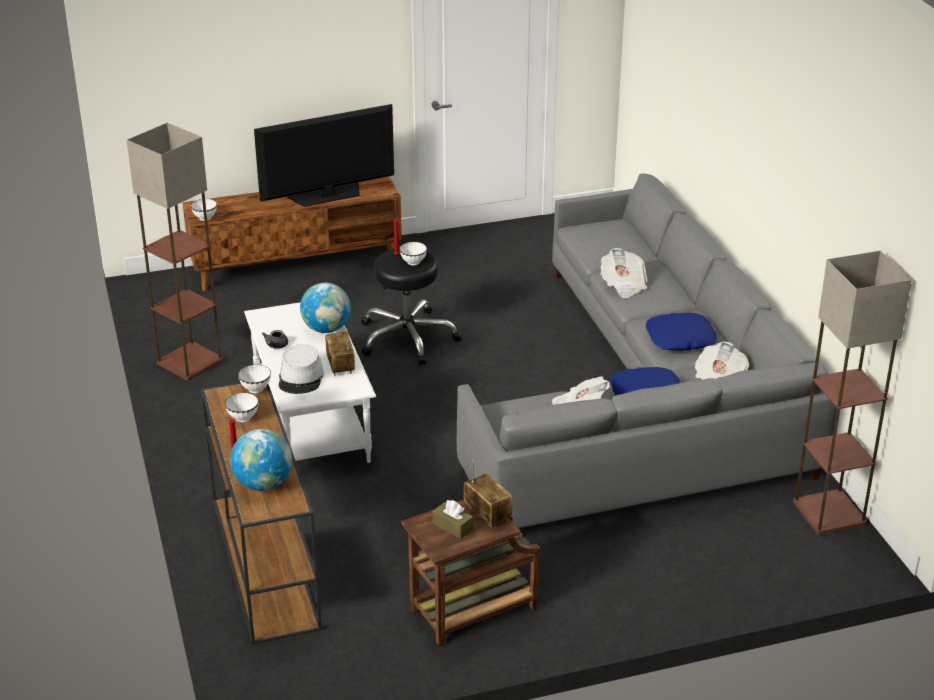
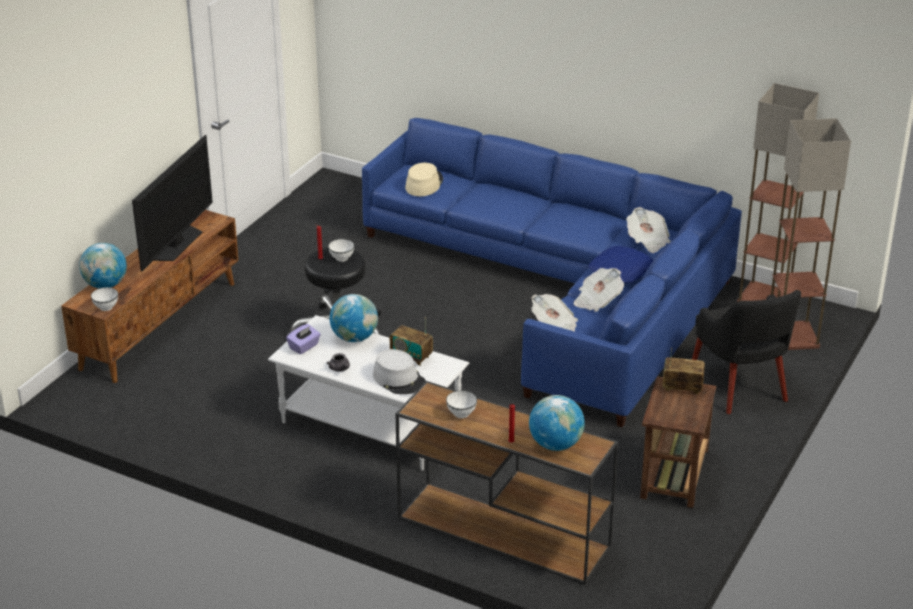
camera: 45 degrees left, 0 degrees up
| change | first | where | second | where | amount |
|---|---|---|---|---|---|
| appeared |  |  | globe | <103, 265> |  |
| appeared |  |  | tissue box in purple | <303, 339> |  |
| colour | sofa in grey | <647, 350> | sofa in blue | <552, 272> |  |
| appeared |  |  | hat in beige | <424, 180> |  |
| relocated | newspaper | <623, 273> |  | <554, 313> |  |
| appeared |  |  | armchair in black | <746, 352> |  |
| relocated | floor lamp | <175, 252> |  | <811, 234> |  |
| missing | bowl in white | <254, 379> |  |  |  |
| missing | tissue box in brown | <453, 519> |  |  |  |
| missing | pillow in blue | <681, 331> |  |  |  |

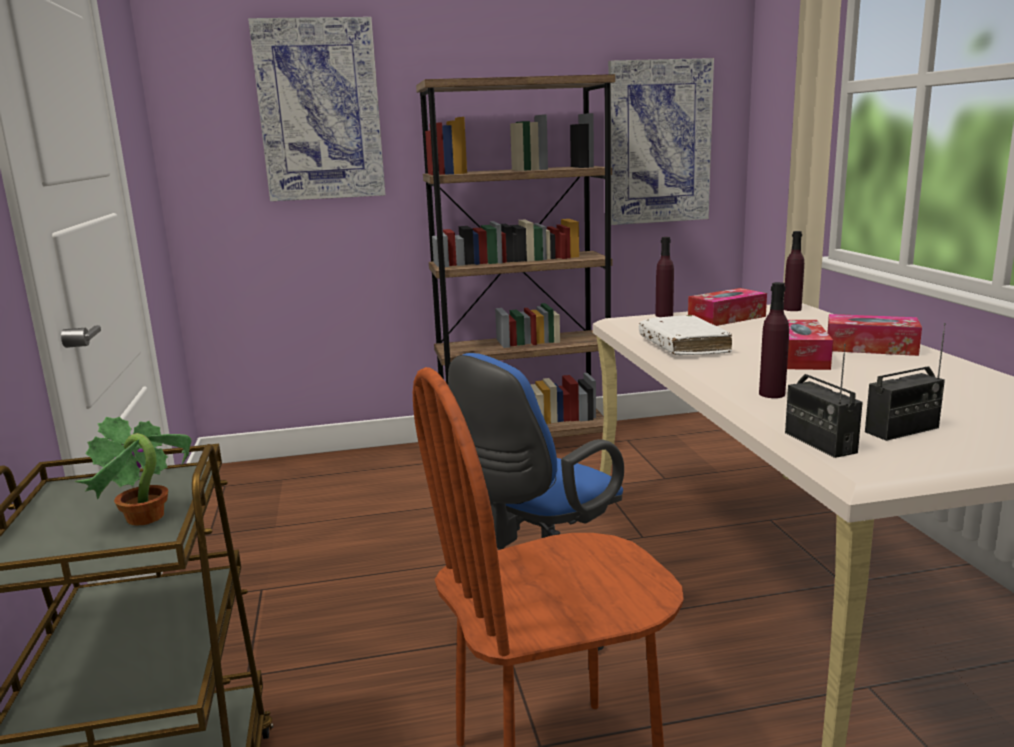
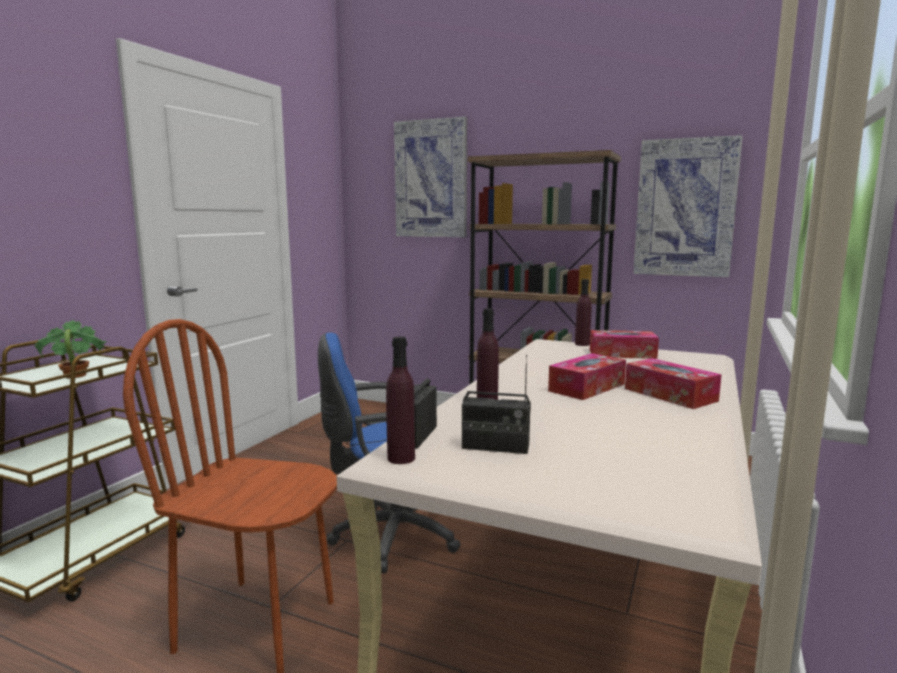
camera: 35 degrees right, 5 degrees down
| change | first | where | second | where | amount |
|---|---|---|---|---|---|
| relocated | bottle in purple | <794, 271> |  | <400, 400> |  |
| missing | book in white | <685, 335> |  |  |  |

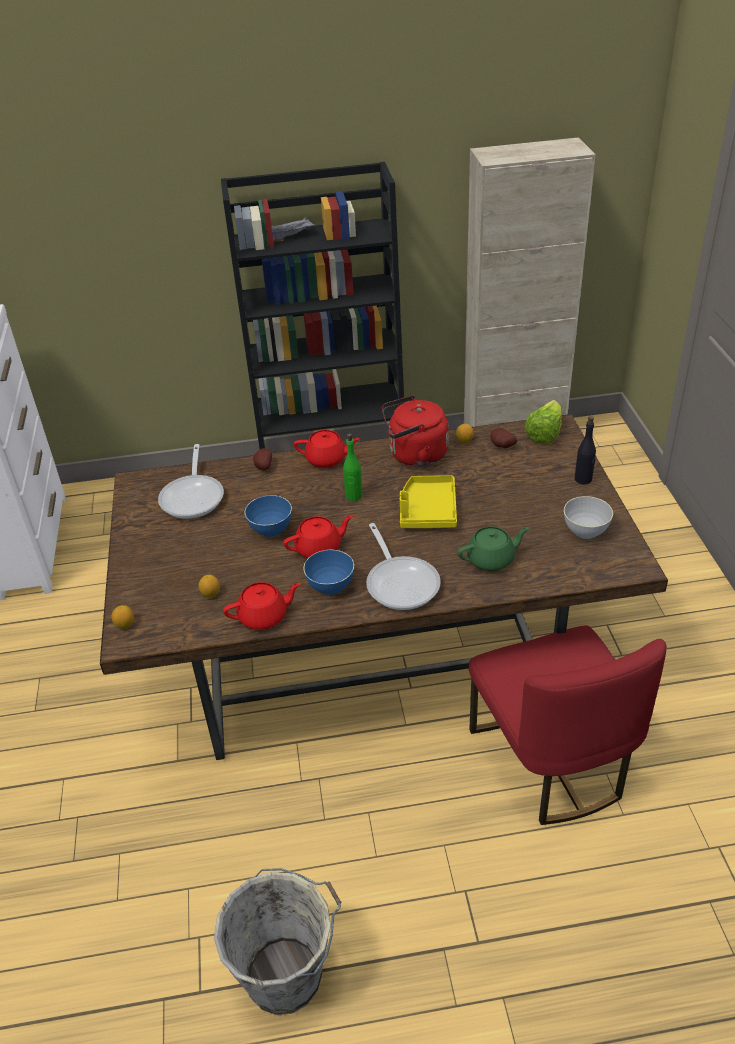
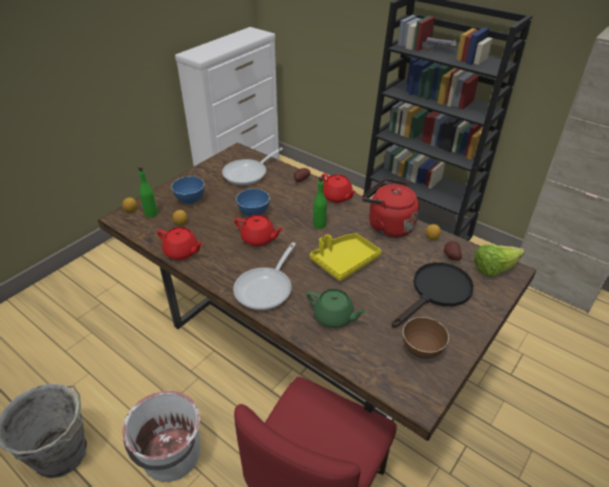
camera: 45 degrees right, 0 degrees up
| change | first | where | second | where | amount |
|---|---|---|---|---|---|
| appeared |  |  | bucket in white | <161, 436> |  |
| appeared |  |  | bottle in green | <148, 192> |  |
| relocated | bowl in blue | <328, 572> |  | <187, 190> |  |
| appeared |  |  | frying pan in black | <433, 295> |  |
| colour | bowl in grey | <588, 517> | bowl in brown | <426, 338> |  |
| missing | bottle in black | <585, 450> |  |  |  |

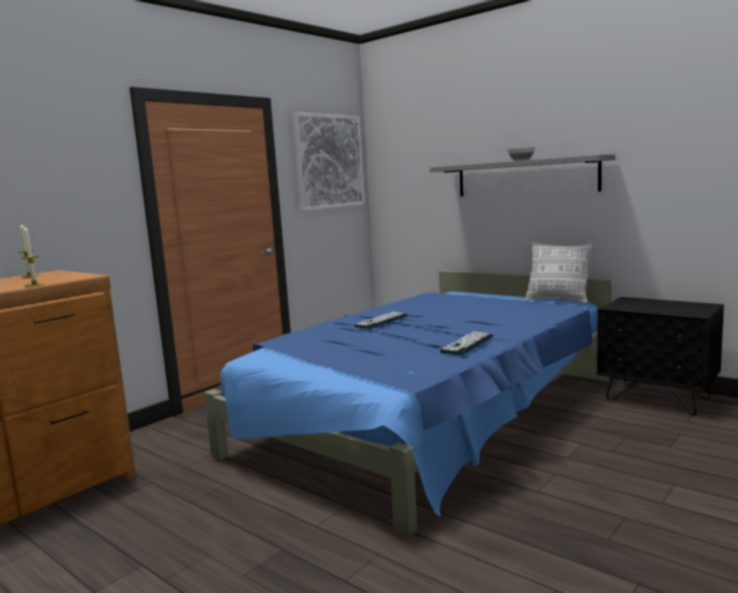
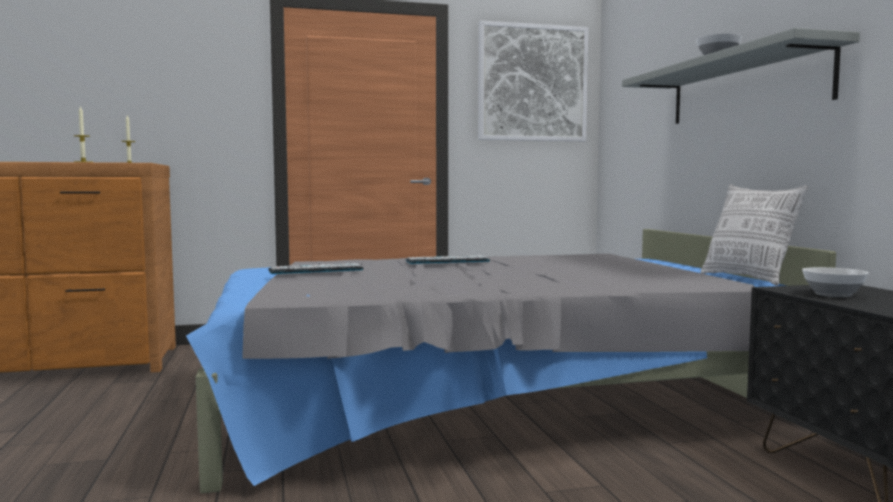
camera: 35 degrees right, 5 degrees down
| change | first | where | second | where | amount |
|---|---|---|---|---|---|
| colour | bed in blue | <407, 404> | bed in grey | <511, 361> |  |
| relocated | keyboard | <466, 343> |  | <316, 268> |  |
| appeared |  |  | bowl | <835, 282> |  |

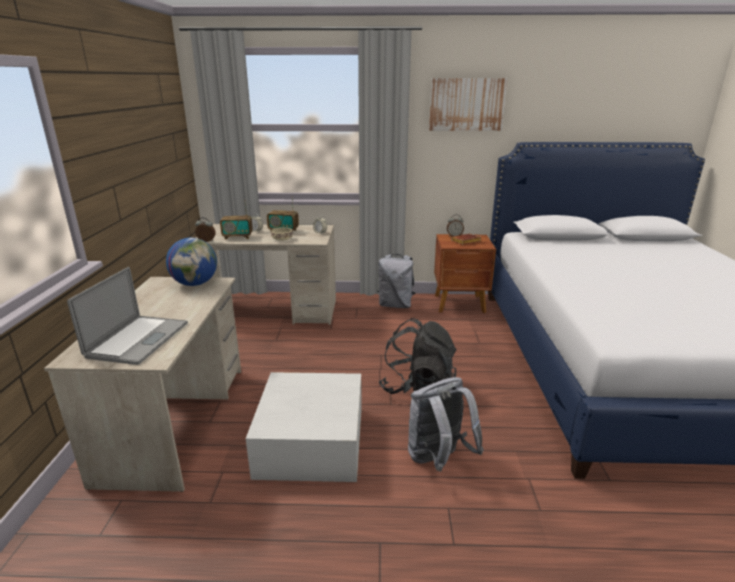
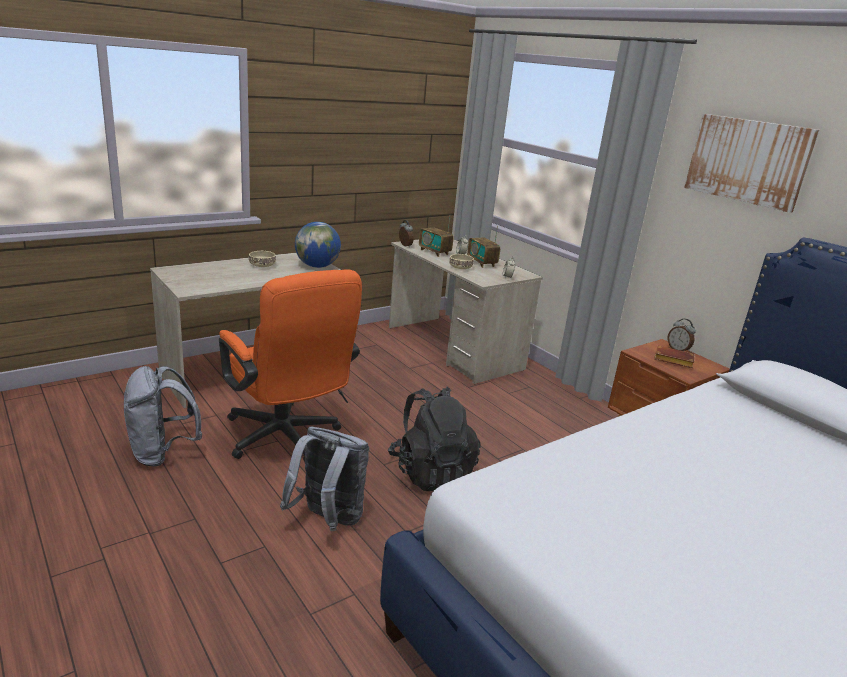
camera: 50 degrees right, 0 degrees up
| change | first | where | second | where | amount |
|---|---|---|---|---|---|
| relocated | backpack in grey | <396, 281> |  | <163, 416> |  |
| exchanged | storage box in white | <304, 427> | office chair in orange | <290, 366> |  |
| appeared |  |  | bowl in beige | <262, 259> |  |
| missing | laptop | <127, 316> |  |  |  |

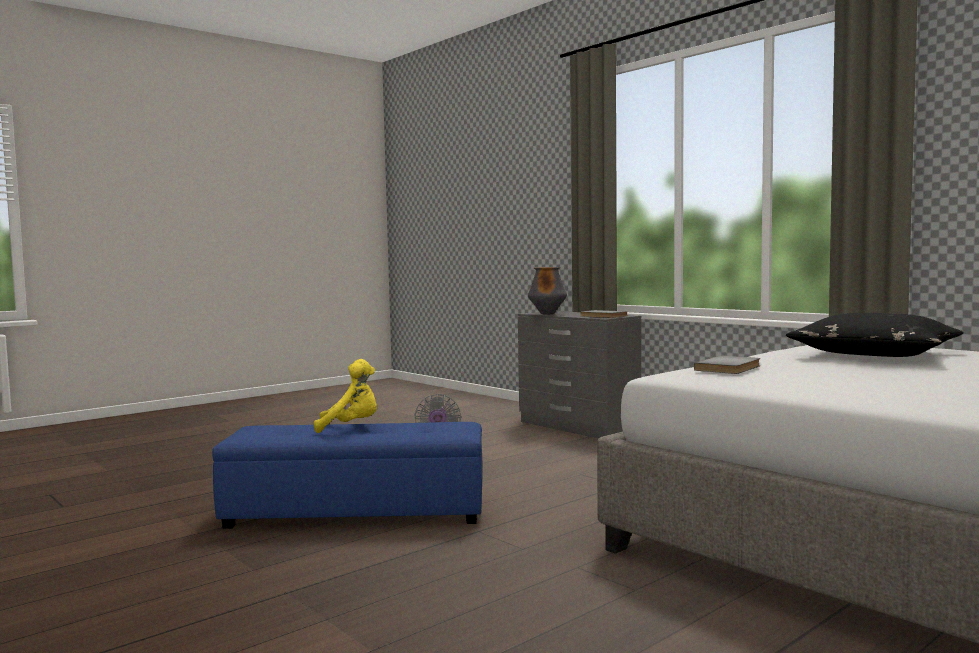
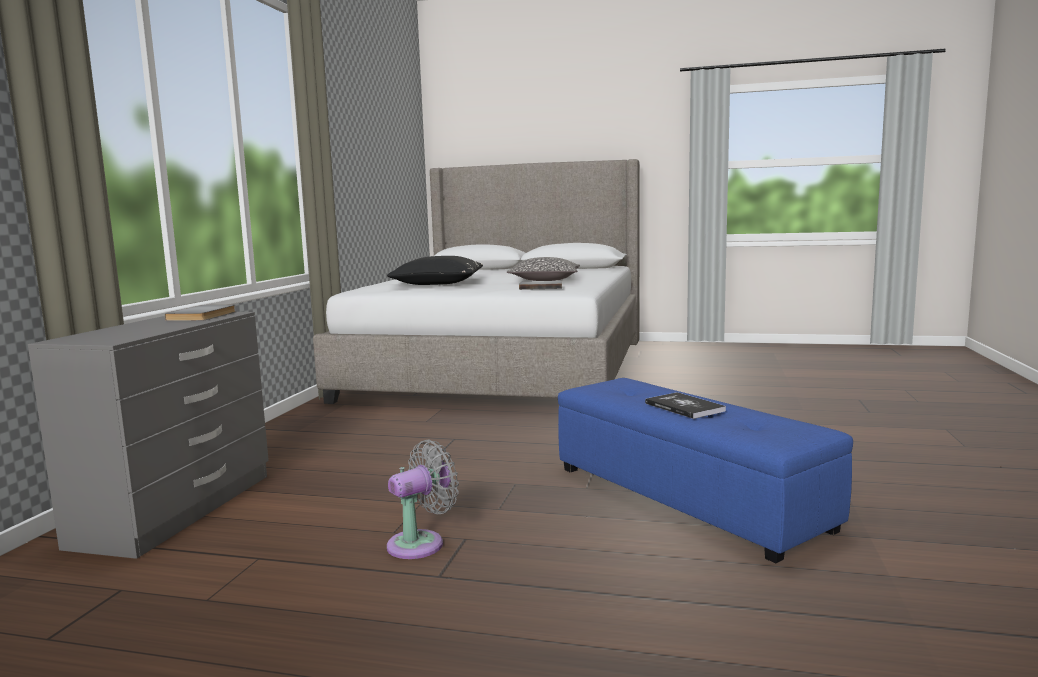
camera: 125 degrees left, 5 degrees up
| change | first | where | second | where | amount |
|---|---|---|---|---|---|
| appeared |  |  | pillow | <543, 269> |  |
| exchanged | plush toy in yellow | <345, 396> | book | <685, 405> |  |
| missing | vase | <547, 290> |  |  |  |

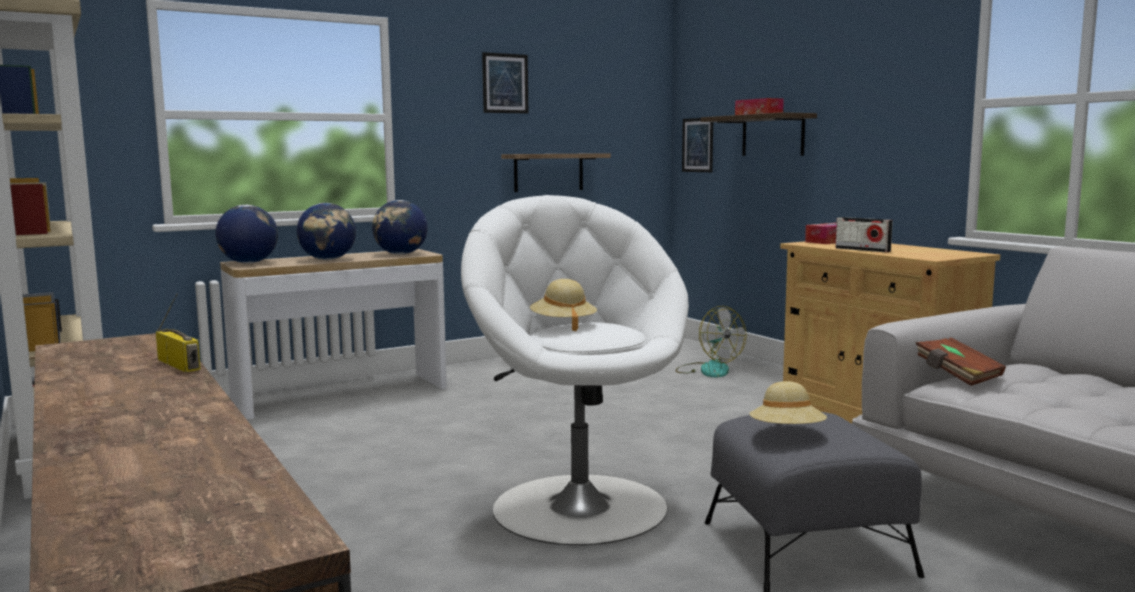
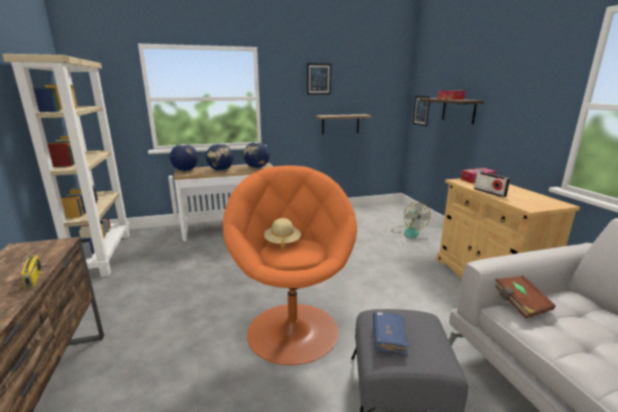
camera: 15 degrees right, 10 degrees up
| change | first | where | second | where | amount |
|---|---|---|---|---|---|
| colour | armchair in white | <575, 370> | armchair in orange | <290, 265> |  |
| exchanged | hat in beige | <788, 402> | book in blue | <391, 334> |  |

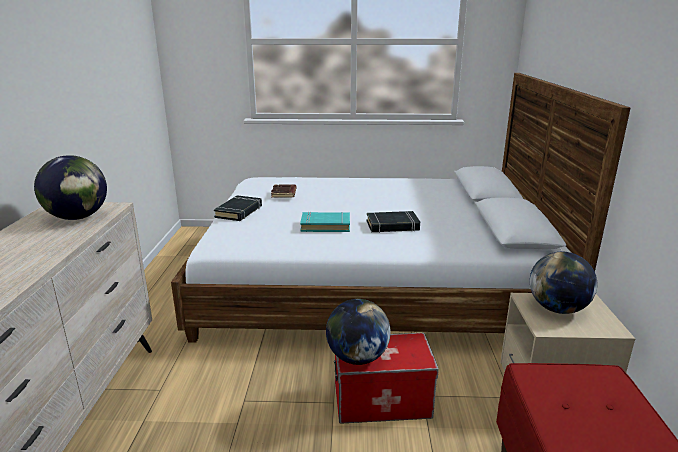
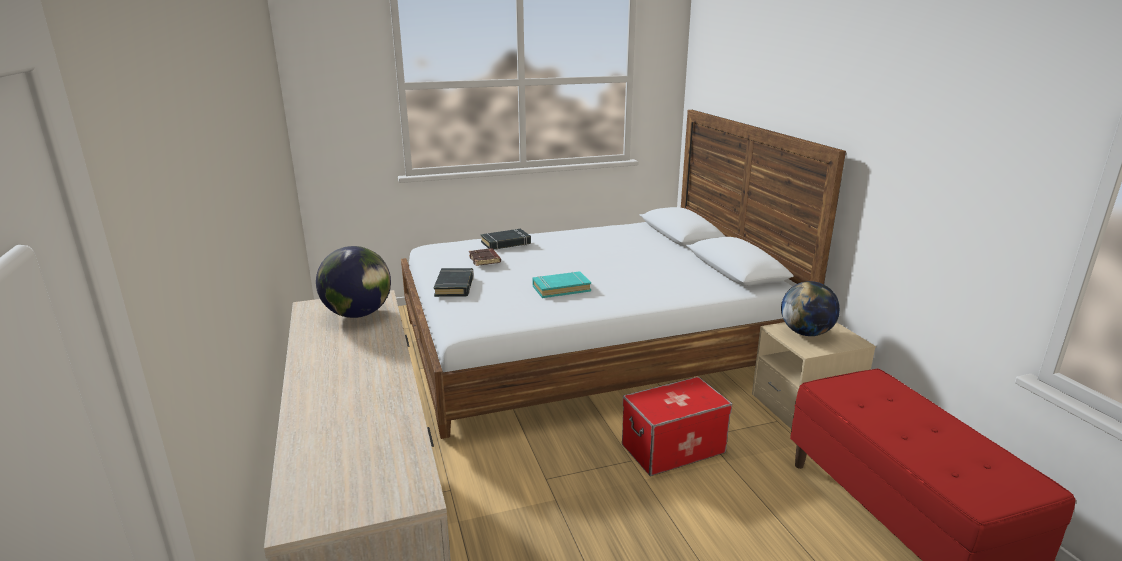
camera: 20 degrees left, 0 degrees up
| change | first | where | second | where | amount |
|---|---|---|---|---|---|
| relocated | book in black | <393, 222> |  | <506, 239> |  |
| missing | globe | <358, 332> |  |  |  |

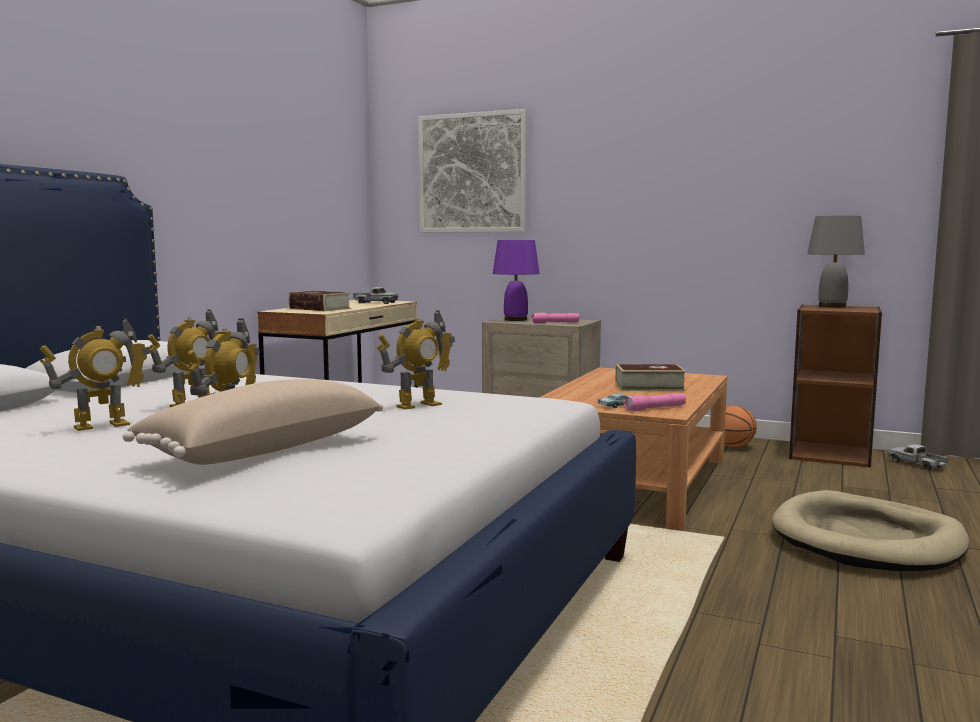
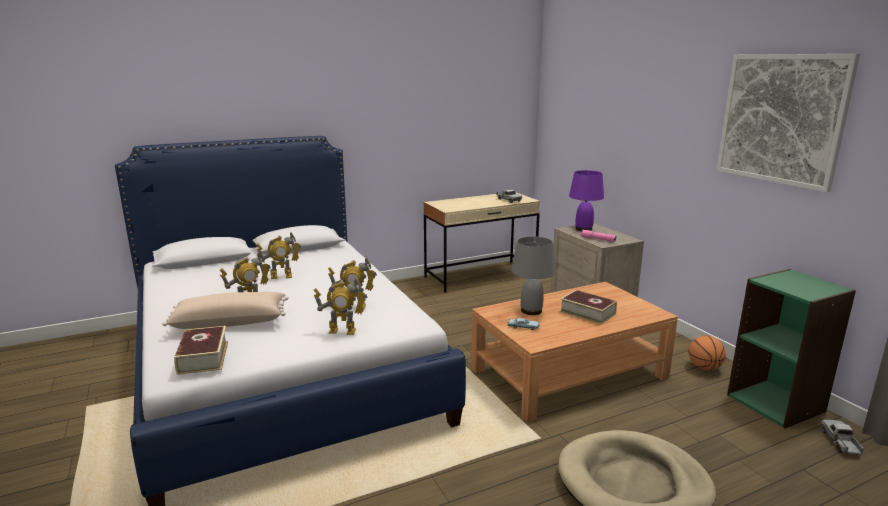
camera: 40 degrees right, 10 degrees up
| change | first | where | second | where | amount |
|---|---|---|---|---|---|
| relocated | book | <320, 301> |  | <201, 350> |  |
| relocated | toy robot | <95, 374> |  | <340, 306> |  |
| relocated | table lamp in grey | <836, 262> |  | <533, 275> |  |
| relocated | picture | <472, 170> |  | <788, 123> |  |
| colour | bookcase in brown | <835, 386> | bookcase in green | <791, 349> |  |
| missing | flashlight in pink | <654, 402> |  |  |  |

